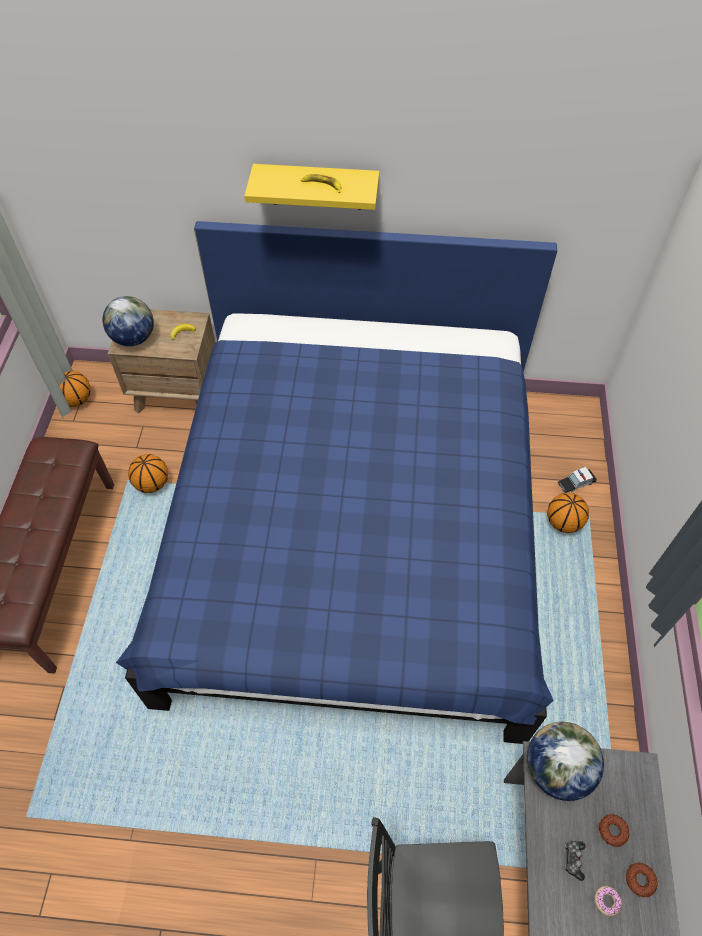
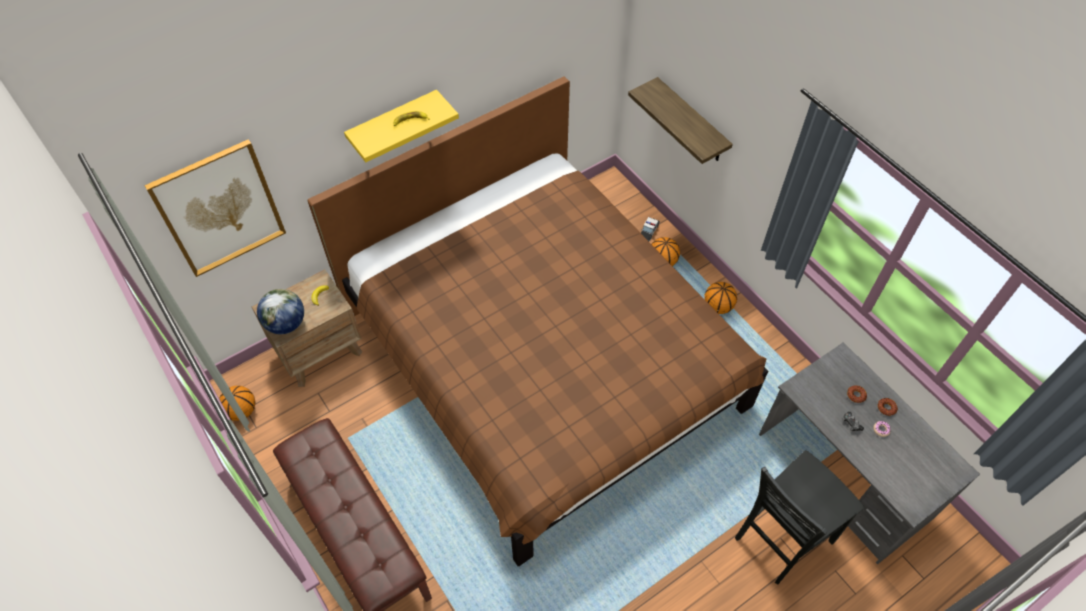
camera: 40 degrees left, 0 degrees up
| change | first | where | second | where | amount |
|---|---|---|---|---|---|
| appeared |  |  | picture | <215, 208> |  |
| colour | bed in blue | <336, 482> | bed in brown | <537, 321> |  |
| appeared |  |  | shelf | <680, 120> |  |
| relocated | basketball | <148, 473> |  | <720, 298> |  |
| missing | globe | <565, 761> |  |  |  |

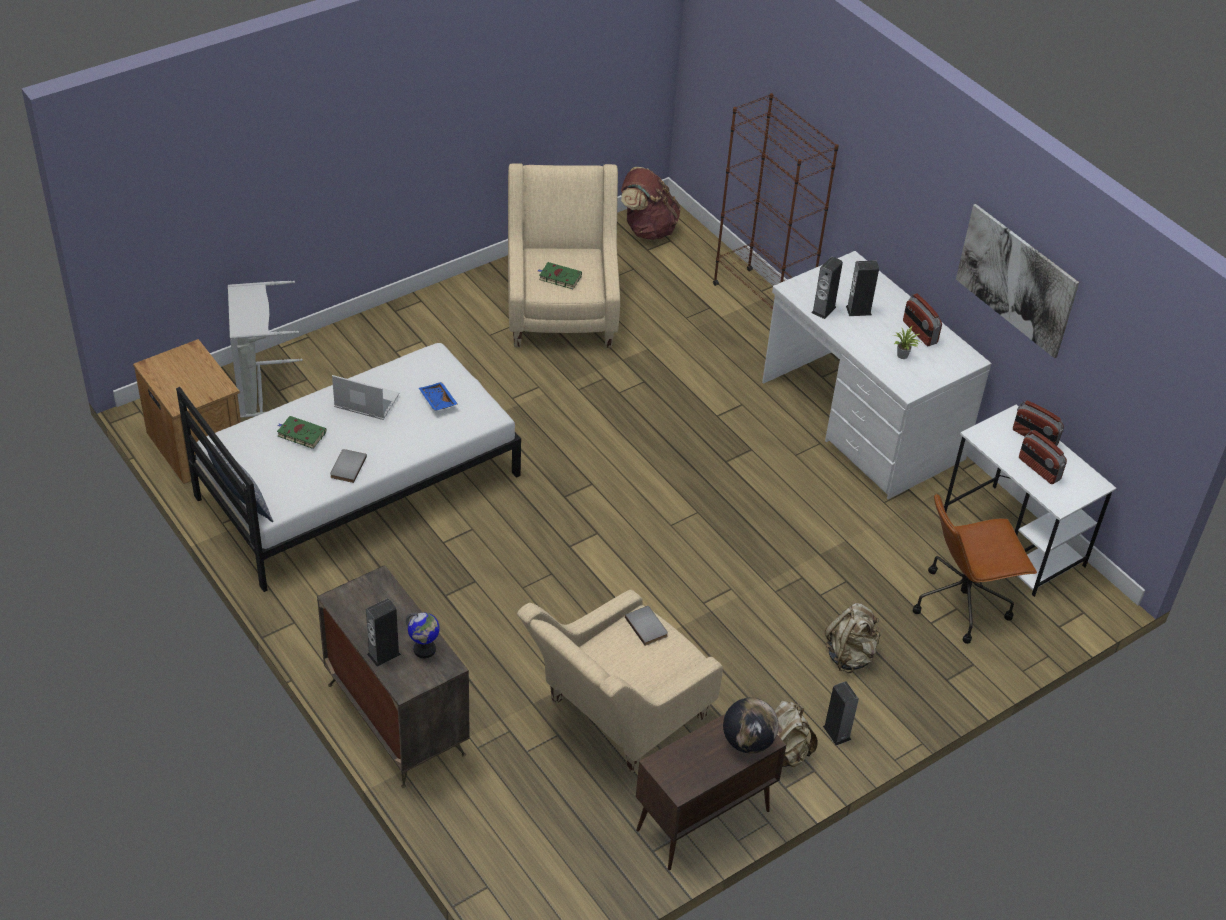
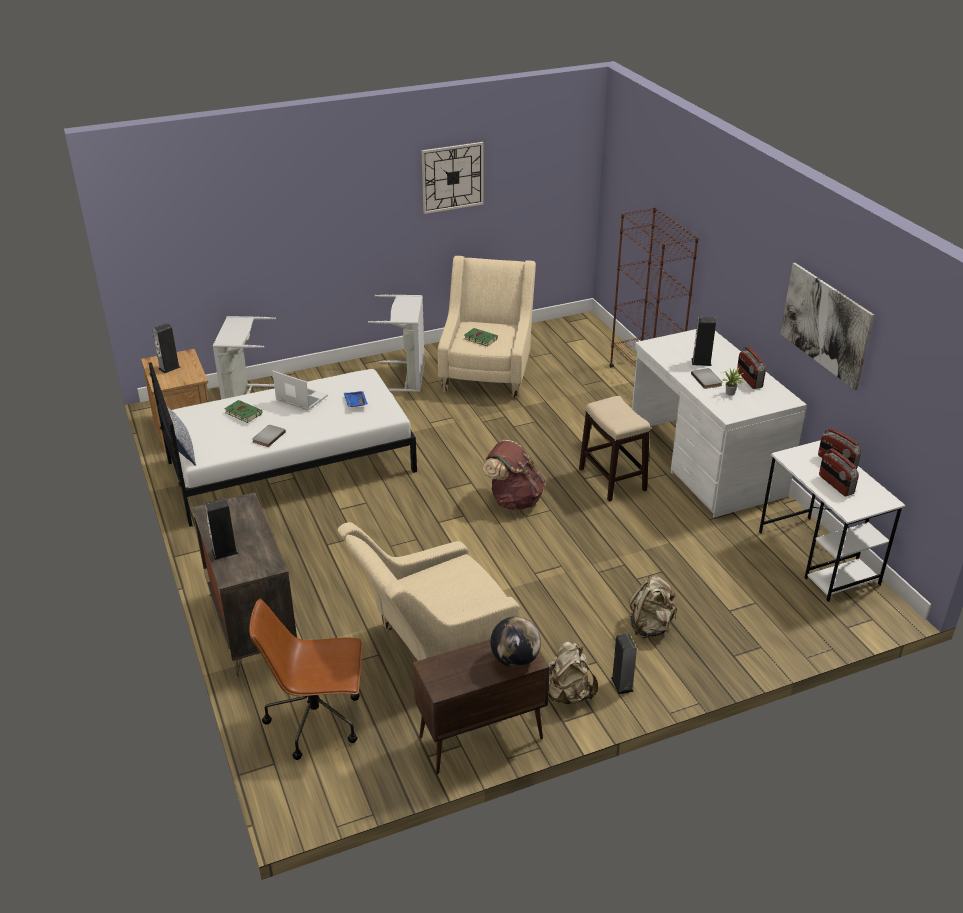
camera: 15 degrees right, 10 degrees down
| change | first | where | second | where | amount |
|---|---|---|---|---|---|
| relocated | speaker | <827, 287> |  | <166, 348> |  |
| relocated | office chair in brown | <975, 568> |  | <306, 679> |  |
| appeared |  |  | laundry basket in grey | <396, 343> |  |
| appeared |  |  | wall clock | <452, 178> |  |
| relocated | backpack in brown | <651, 203> |  | <514, 475> |  |
| appeared |  |  | stool | <615, 448> |  |
| relocated | book in grey | <646, 626> |  | <707, 378> |  |
| missing | globe | <423, 635> |  |  |  |

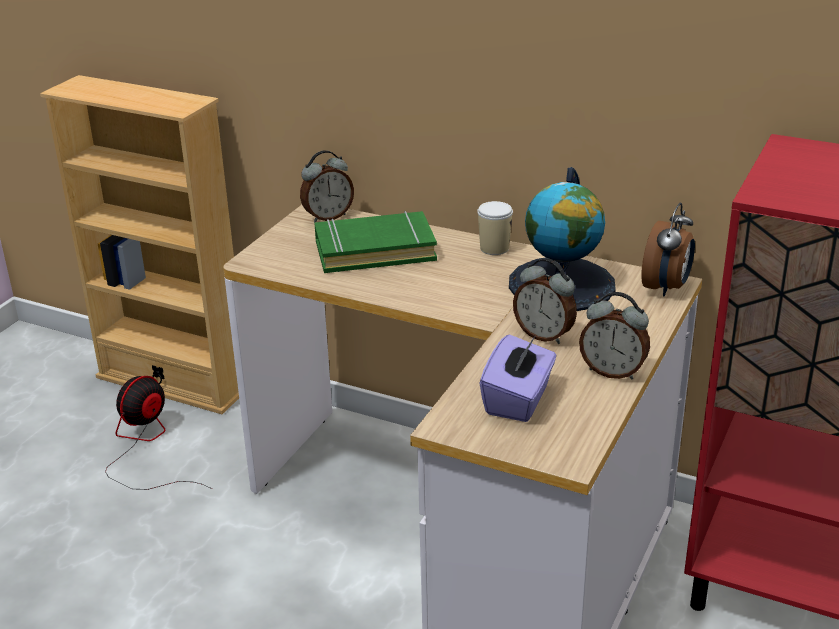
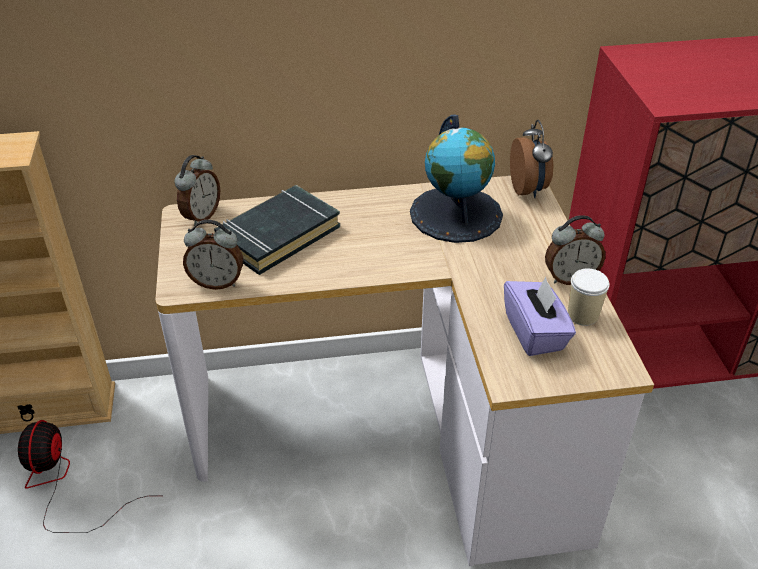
camera: 35 degrees left, 10 degrees up
| change | first | where | second | where | amount |
|---|---|---|---|---|---|
| relocated | alarm clock | <545, 301> |  | <213, 255> |  |
| colour | book in green | <375, 242> | book in black | <277, 230> |  |
| relocated | cup | <495, 228> |  | <589, 297> |  |

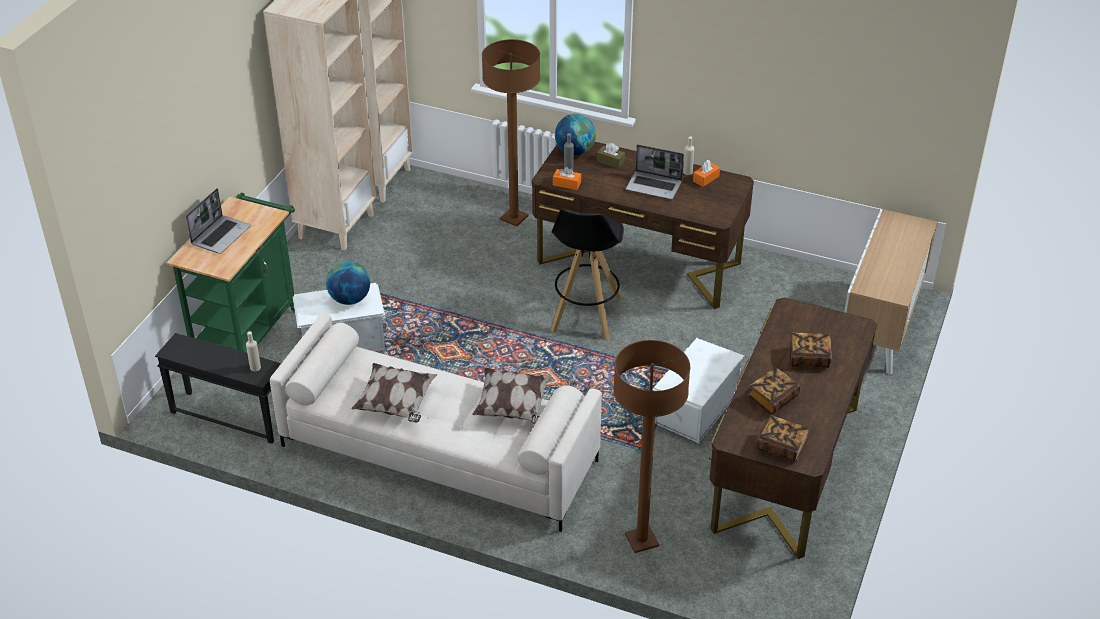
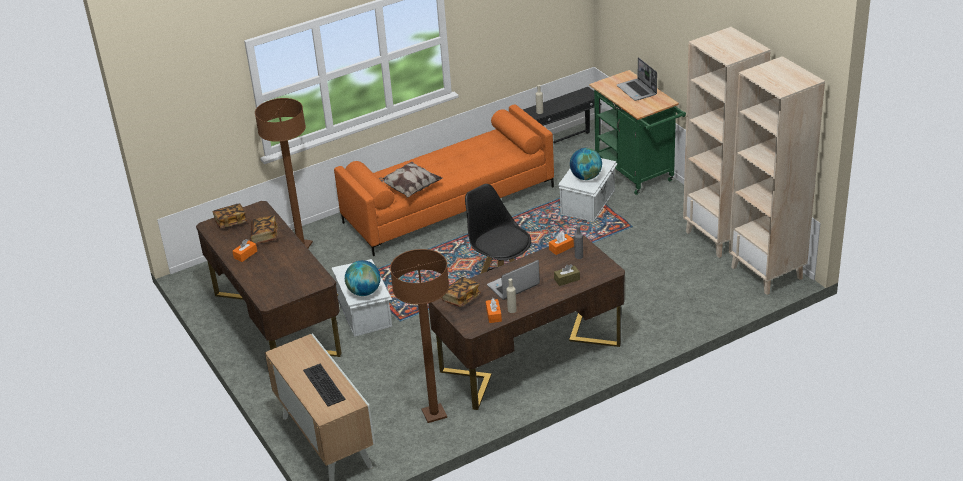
camera: 130 degrees right, 5 degrees down
| change | first | where | second | where | amount |
|---|---|---|---|---|---|
| appeared |  |  | tissue box in orange | <244, 250> |  |
| appeared |  |  | keyboard | <324, 385> |  |
| colour | sofa in white | <436, 423> | sofa in orange | <444, 180> |  |
| relocated | globe | <575, 134> |  | <363, 278> |  |
| relocated | floor lamp in brown | <511, 132> |  | <419, 336> |  |
| relocated | book | <811, 350> |  | <461, 292> |  |
| missing | pillow | <394, 393> |  |  |  |

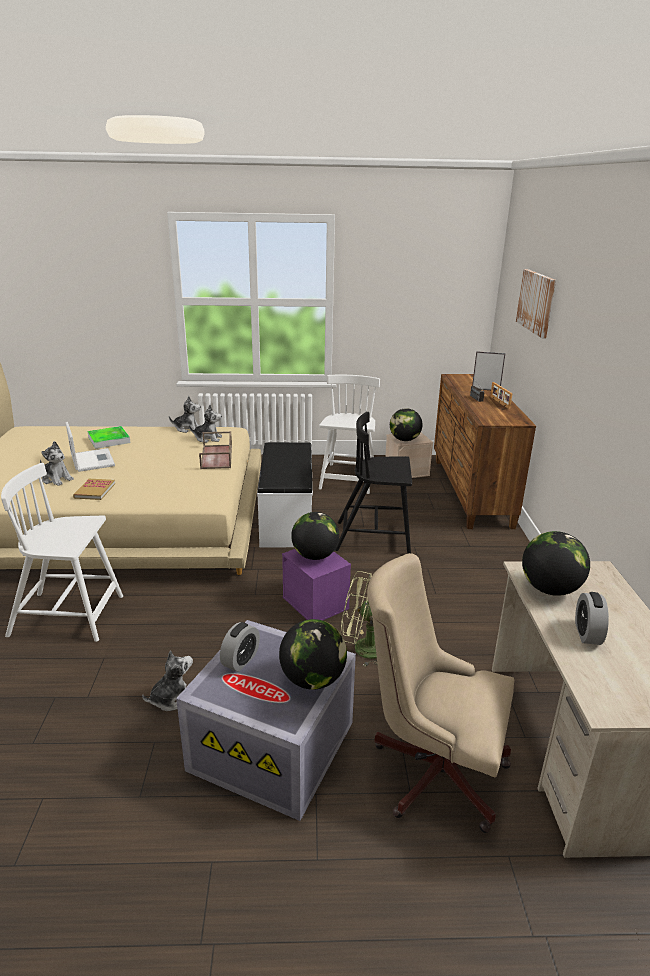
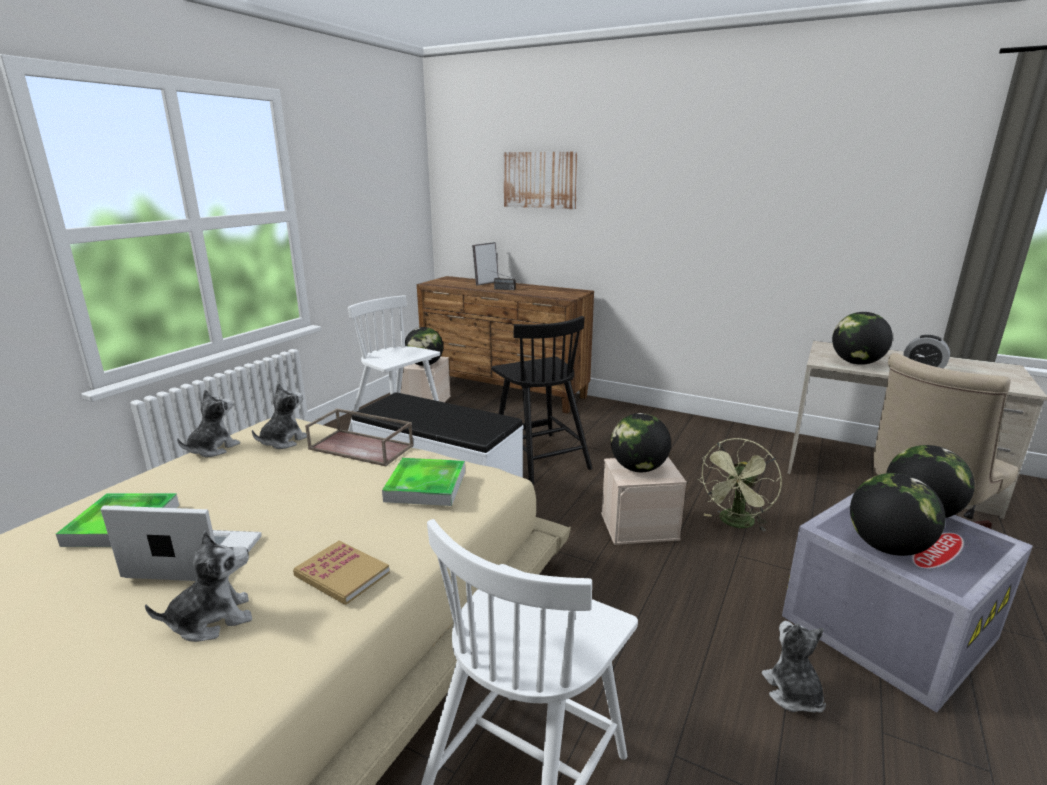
camera: 60 degrees left, 5 degrees down
| change | first | where | second | where | amount |
|---|---|---|---|---|---|
| appeared |  |  | tray | <423, 482> |  |
| spun | chair in black | <373, 483> |  | <542, 400> | 60 degrees counterclockwise |
| colour | storage box in purple | <316, 585> | storage box in beige | <644, 501> |  |
| exchanged | alarm clock | <240, 647> | globe | <897, 514> |  |
| missing | picture frame | <501, 395> |  |  |  |

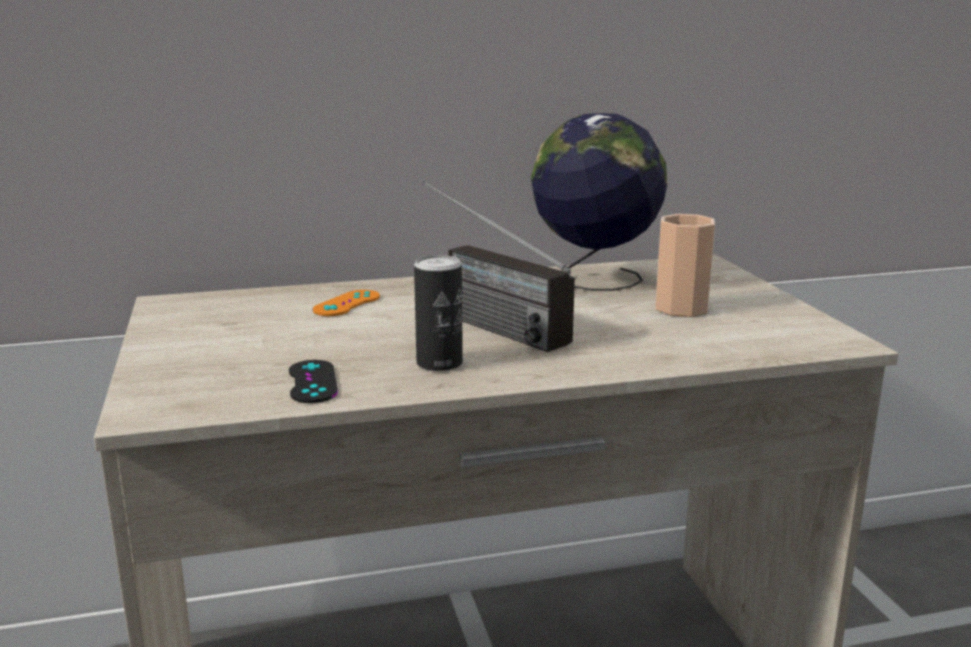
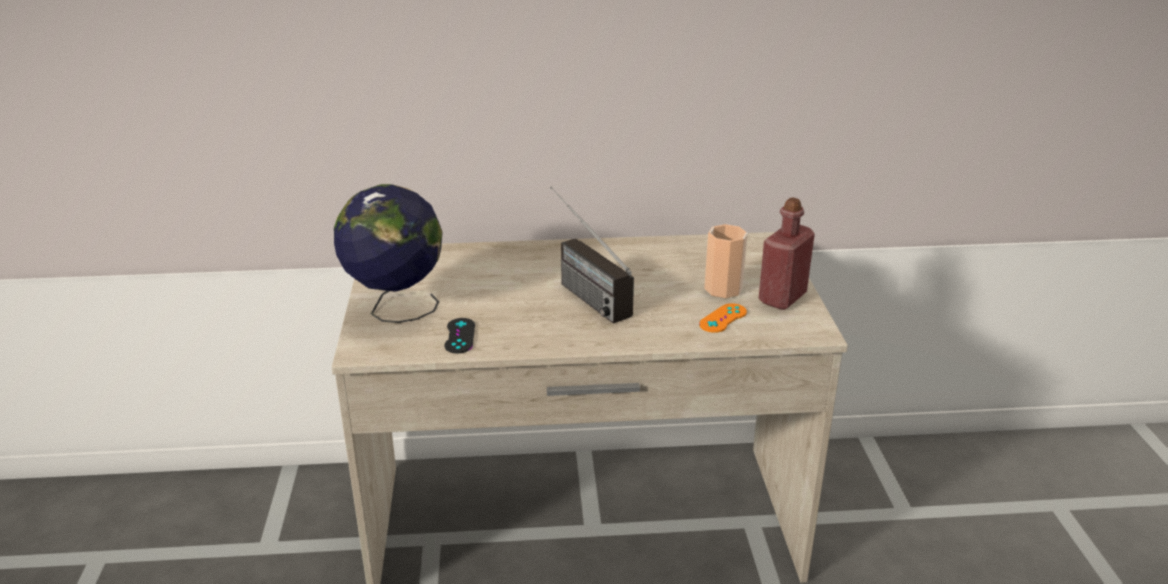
camera: 10 degrees right, 10 degrees up
| change | first | where | second | where | amount |
|---|---|---|---|---|---|
| relocated | globe | <599, 202> |  | <388, 253> |  |
| relocated | game controller in orange | <346, 303> |  | <723, 318> |  |
| appeared |  |  | bottle in red | <787, 253> |  |
| missing | can | <438, 313> |  |  |  |

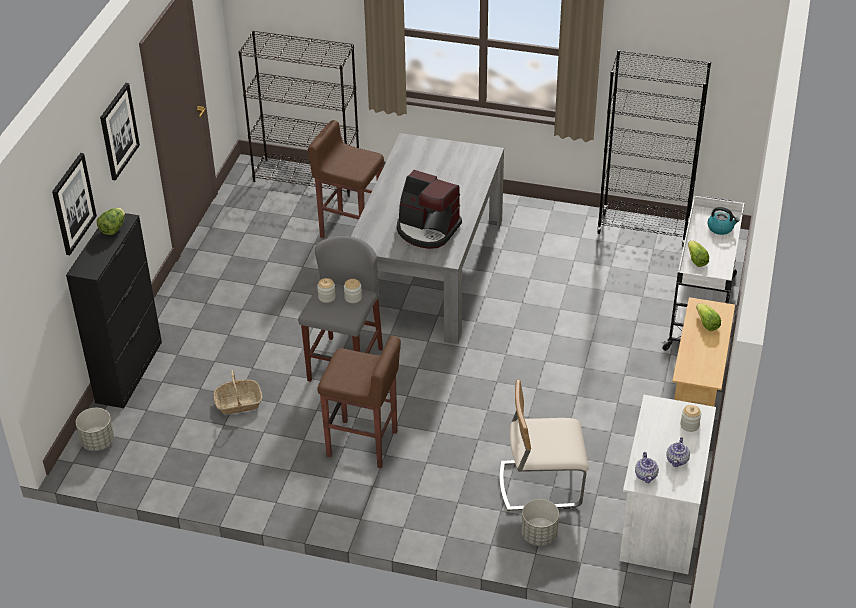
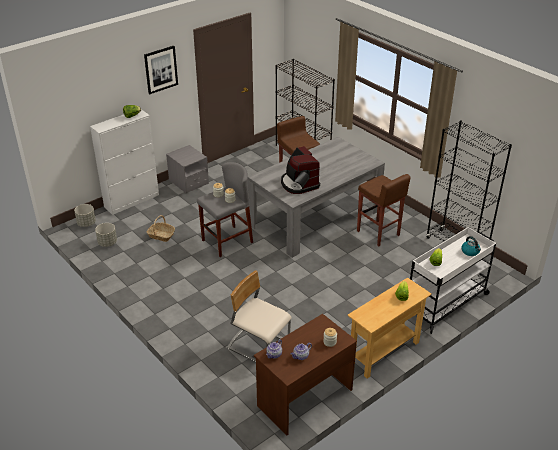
camera: 35 degrees right, 5 degrees down
| change | first | where | second | where | amount |
|---|---|---|---|---|---|
| colour | cabinet in black | <114, 310> | cabinet in white | <124, 162> |  |
| relocated | planter in grey | <540, 522> |  | <106, 235> |  |
| appeared |  |  | nightstand in grey | <187, 169> |  |
| colour | desk in white | <667, 484> | desk in brown | <305, 374> |  |
| relocated | stool in brown | <359, 402> |  | <383, 210> |  |
| missing | picture | <74, 204> |  |  |  |

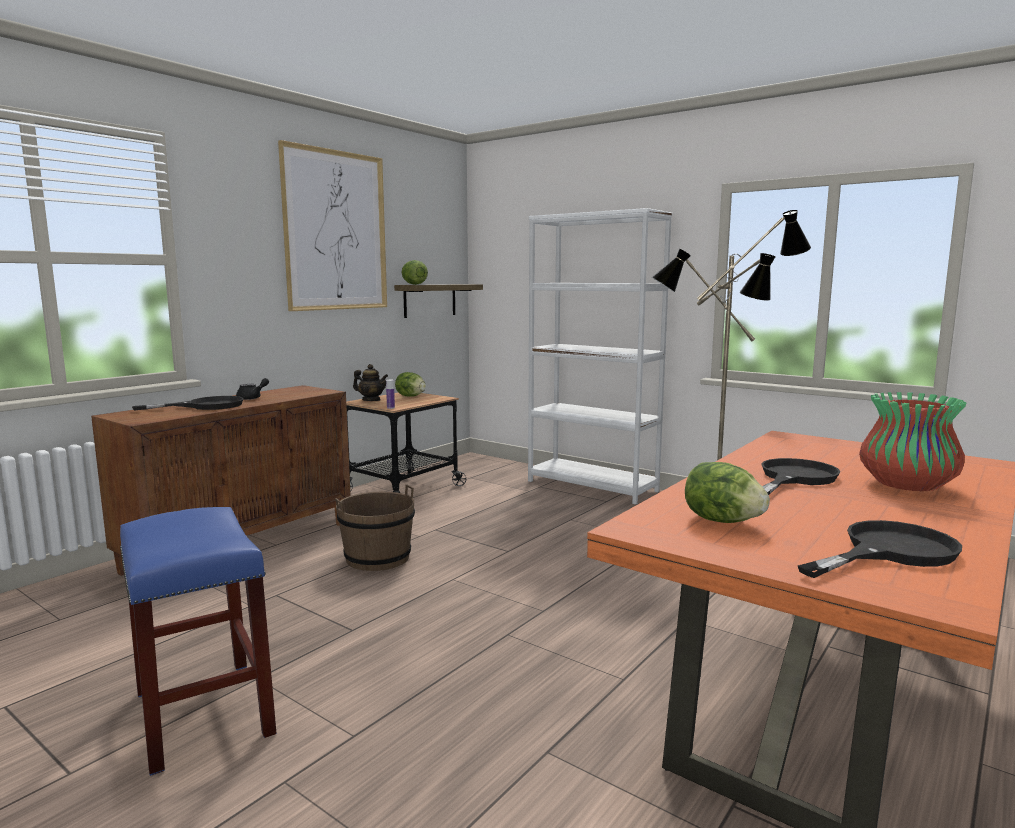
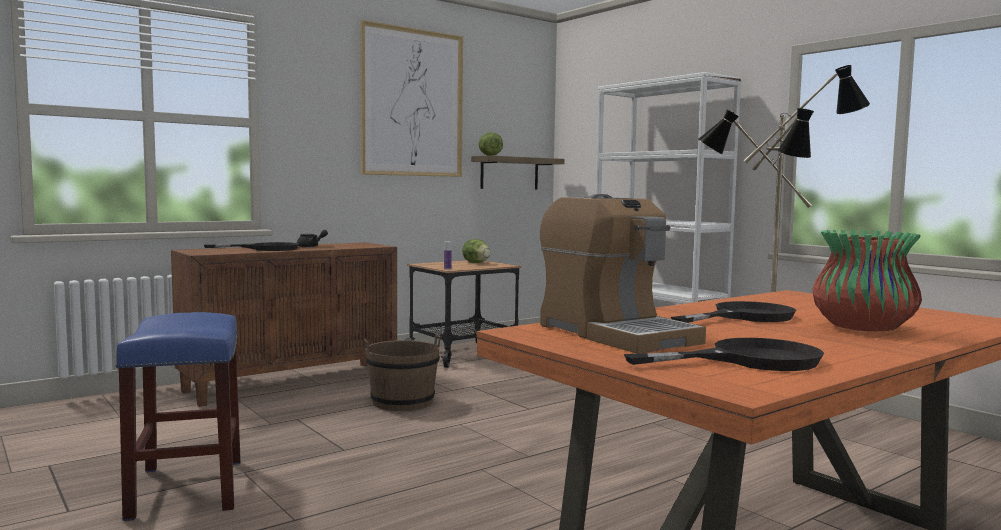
camera: 15 degrees right, 5 degrees down
| change | first | where | second | where | amount |
|---|---|---|---|---|---|
| exchanged | lettuce | <727, 492> | coffee machine | <623, 274> |  |
| missing | teapot | <370, 382> |  |  |  |

